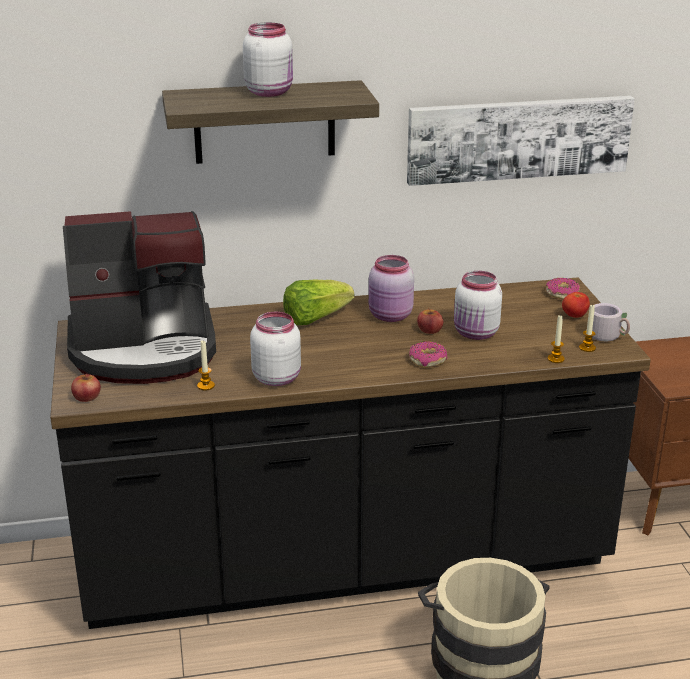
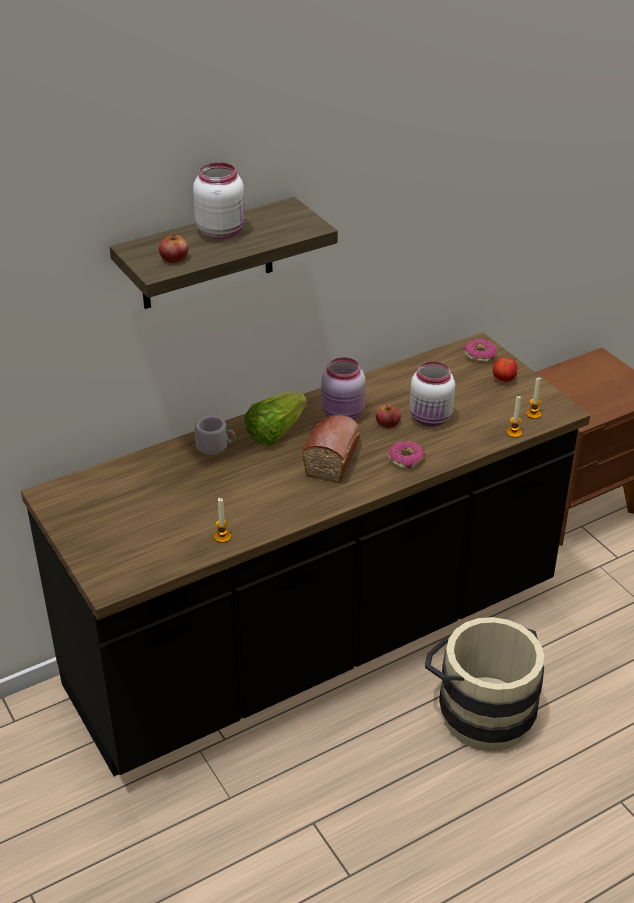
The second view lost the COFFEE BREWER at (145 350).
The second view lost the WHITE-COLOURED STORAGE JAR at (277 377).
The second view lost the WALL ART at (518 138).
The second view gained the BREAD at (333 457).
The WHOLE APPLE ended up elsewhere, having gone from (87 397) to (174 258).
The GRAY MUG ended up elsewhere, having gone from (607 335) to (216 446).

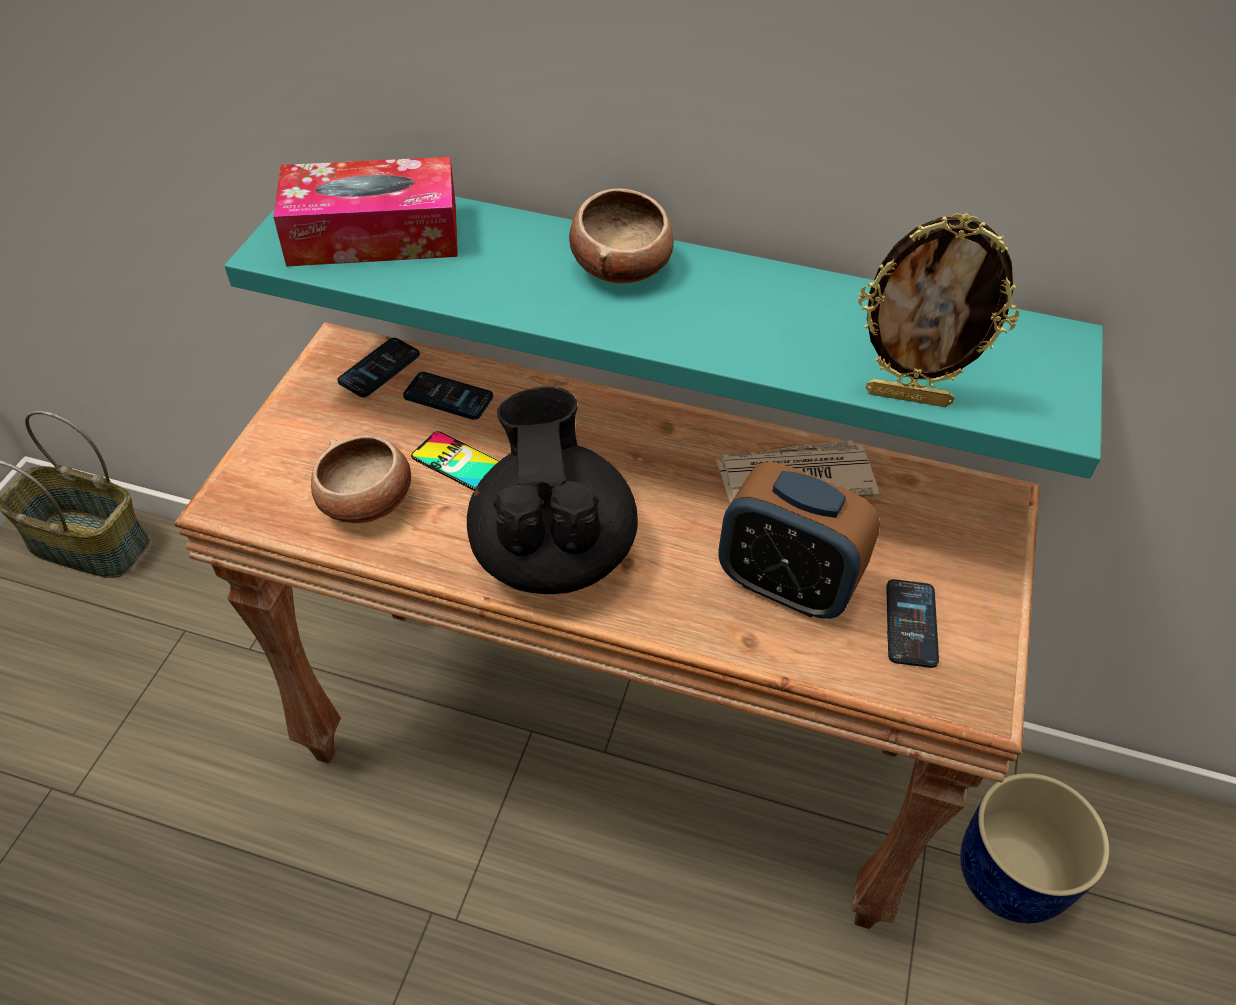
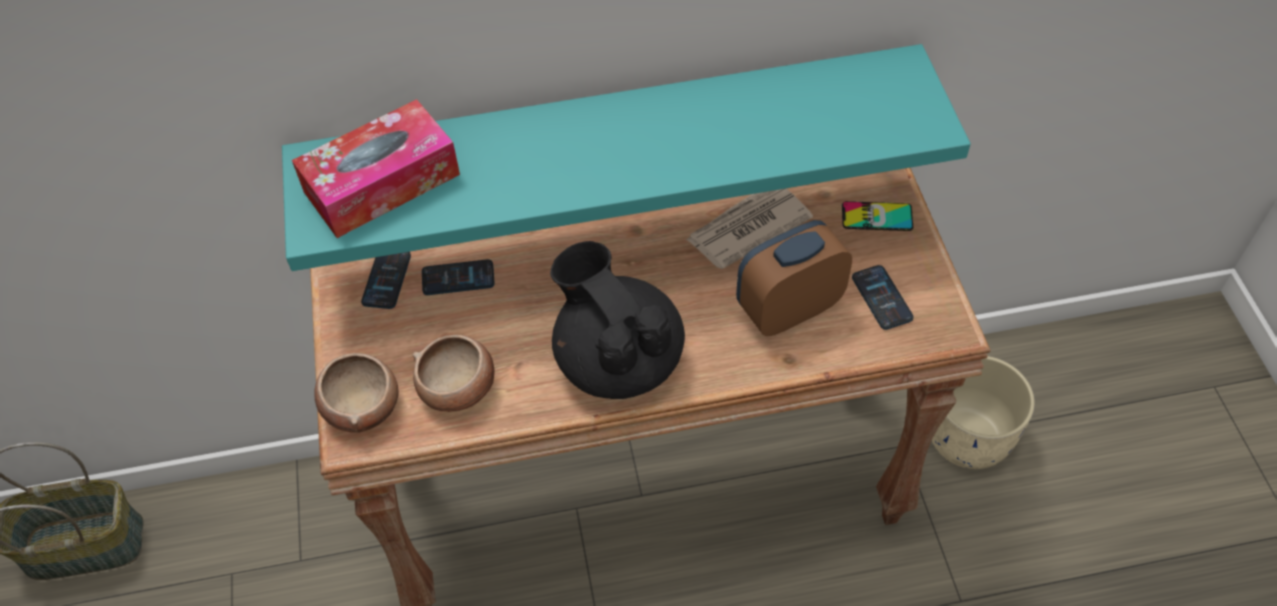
The second view lost the STANDING FRAME at (908 396).
The PHONE ended up elsewhere, having gone from (458 462) to (877 217).
The SERVING BOWL ended up elsewhere, having gone from (621 265) to (362 405).
What was the BLUE-COLOURED PLANTER at (1012 875) turned into the BEIGE-COLOURED PLANTER at (969 437).
The BEDSIDE CLOCK at (786 584) ended up facing another way, 150 degrees clockwise from before.

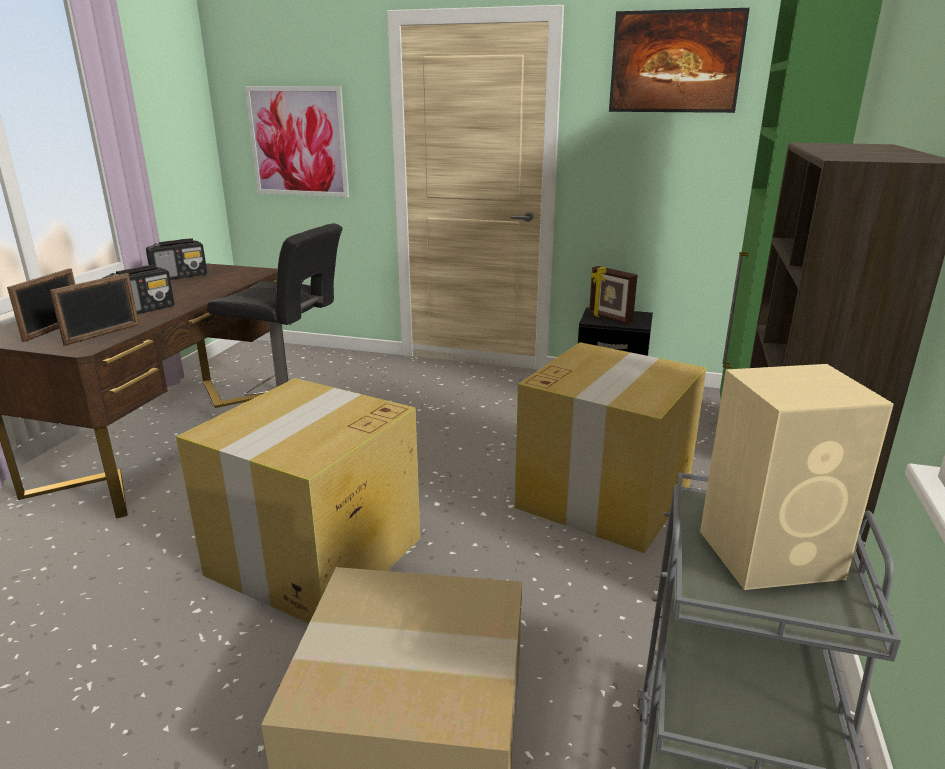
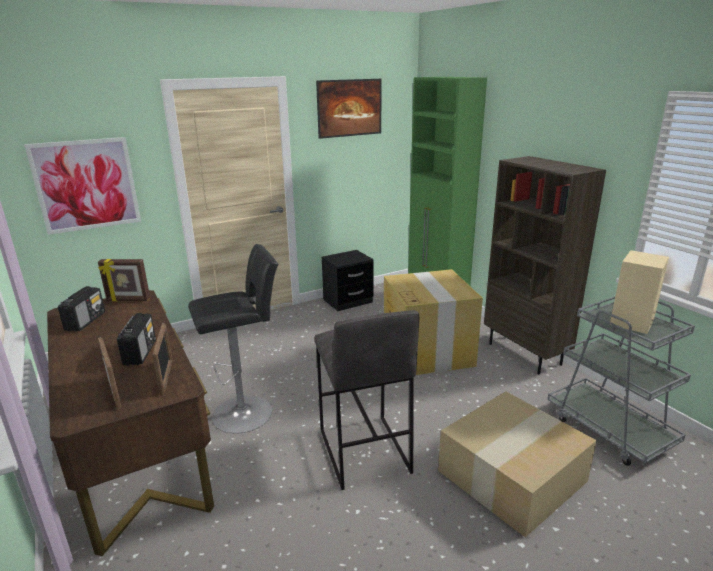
The STANDING FRAME ended up elsewhere, having gone from (609 319) to (128 300).
Where the CARDBOARD BOX stood at (314 557), the GRAY STOOL SEAT came to stand at (363 451).

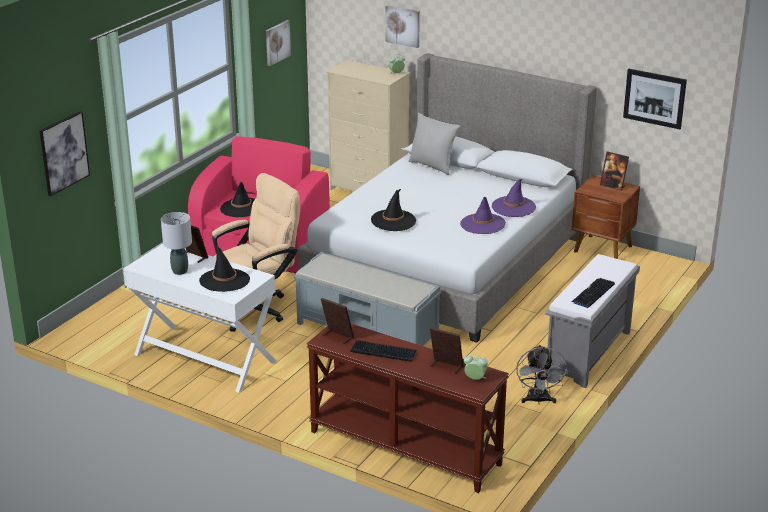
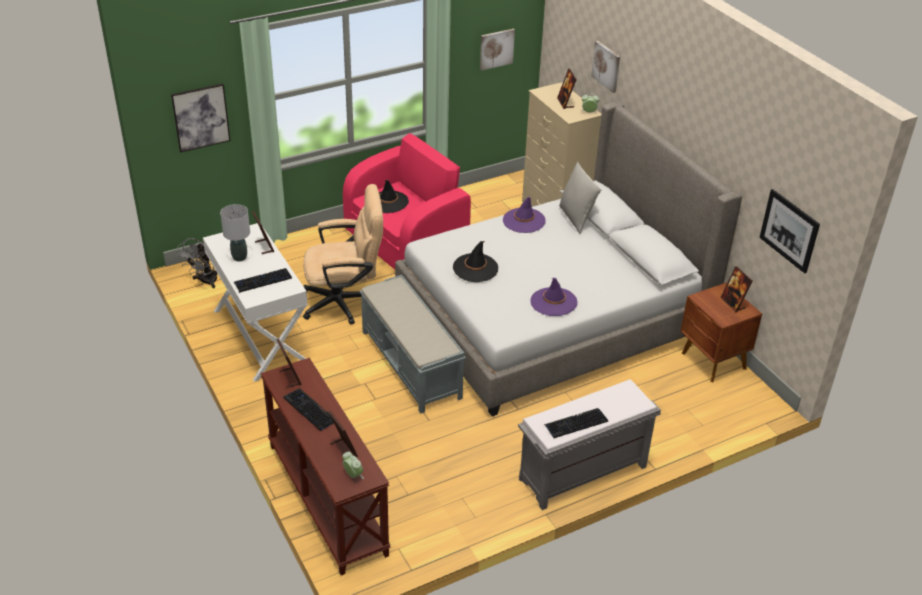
The second view gained the STANDING FRAME at (565 103).
The PURPLISH WEARABLE HAT ended up elsewhere, having gone from (513 207) to (524 221).
The GRAY ELECTRIC FAN ended up elsewhere, having gone from (538 400) to (205 282).
Where the BLACK WEARABLE HAT stood at (224 280), the PC KEYBOARD came to stand at (262 281).

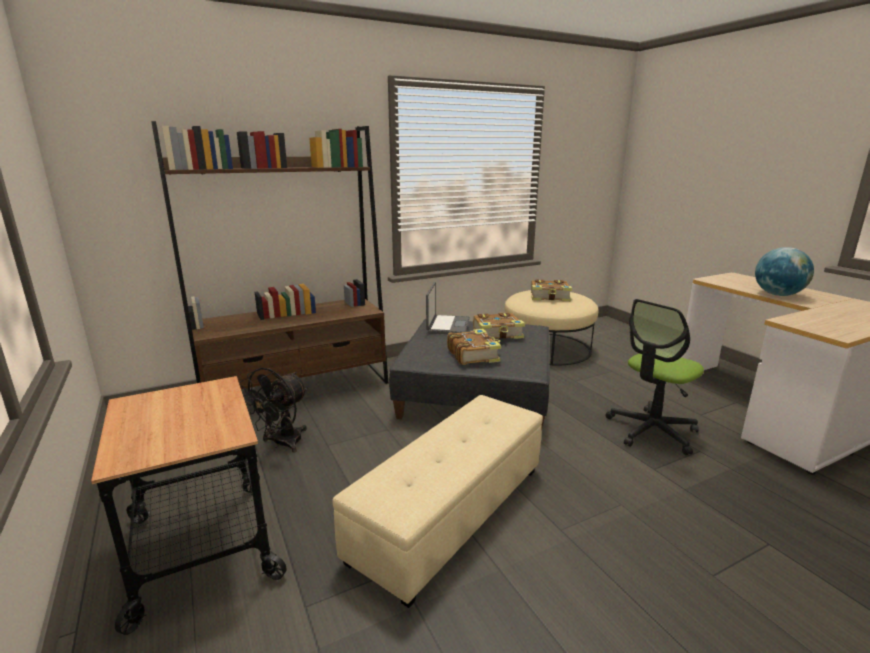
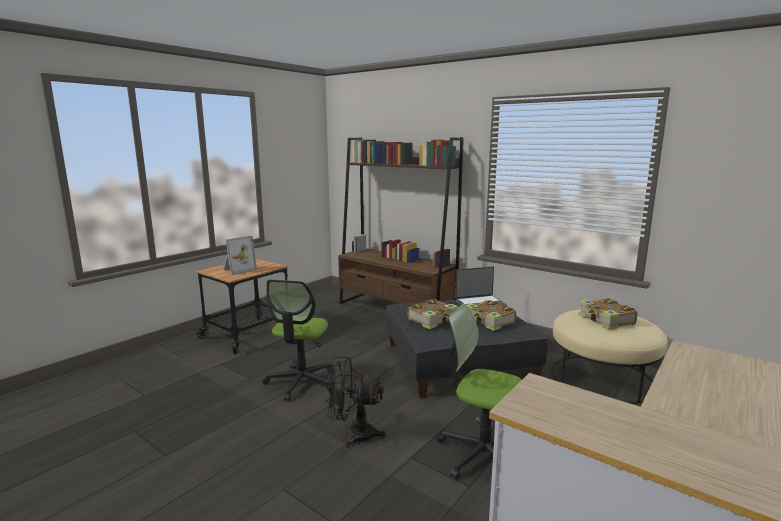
The second view lost the WORLD GLOBE at (778 295).
The second view gained the STANDING FRAME at (238 269).
The BLACK ELECTRIC FAN ended up elsewhere, having gone from (282 444) to (353 434).
Where the BEIGE-COLOURED POUFFE stood at (451 512), the OFFICE CHAIR came to stand at (301 382).

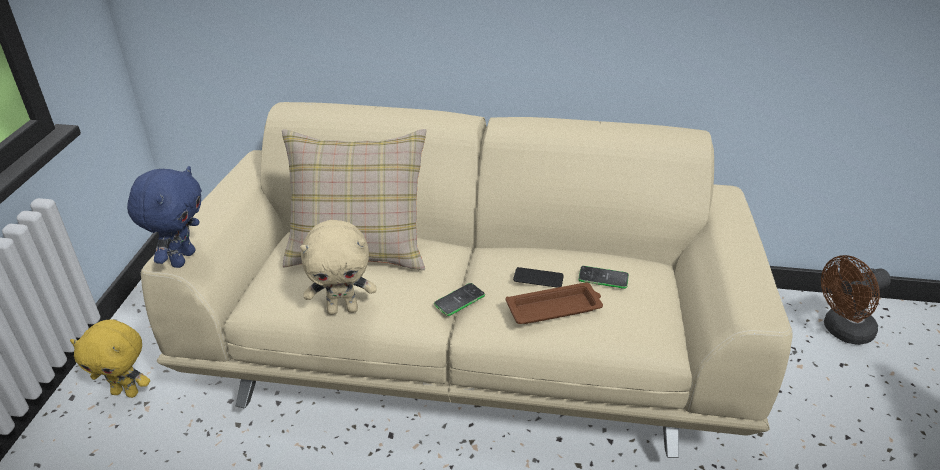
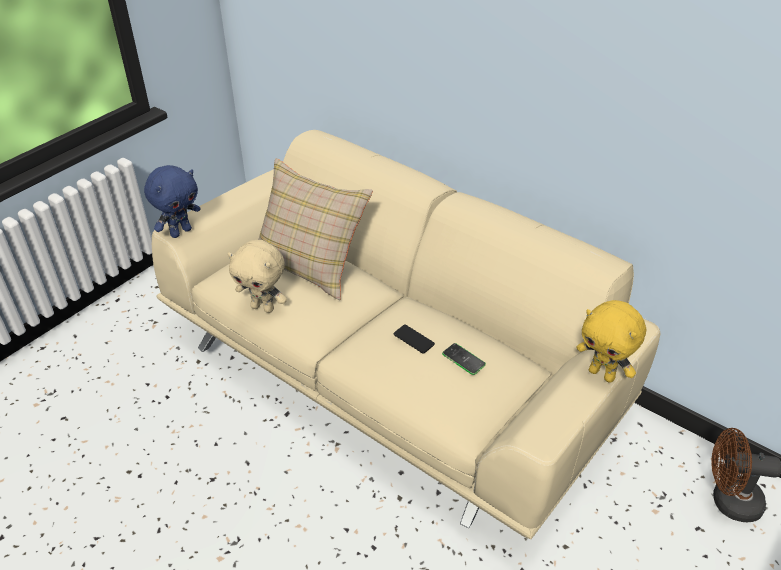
The second view lost the PHONE at (459 300).
The second view lost the BROWN-COLOURED TRAY at (555 308).
The YELLOWISH SOFT TOY ended up elsewhere, having gone from (126 392) to (602 374).

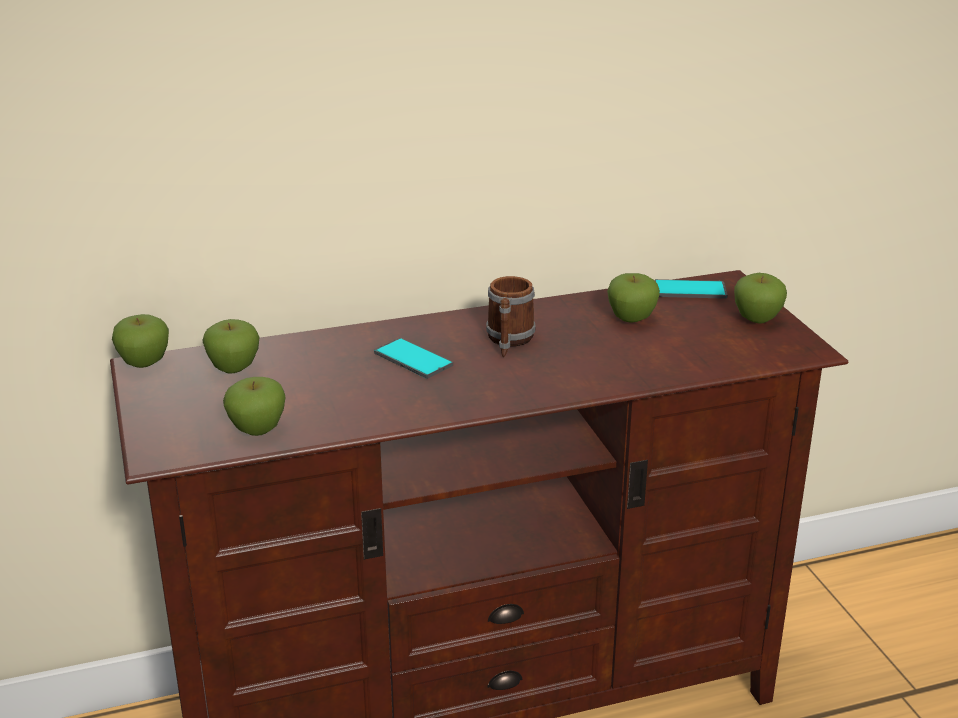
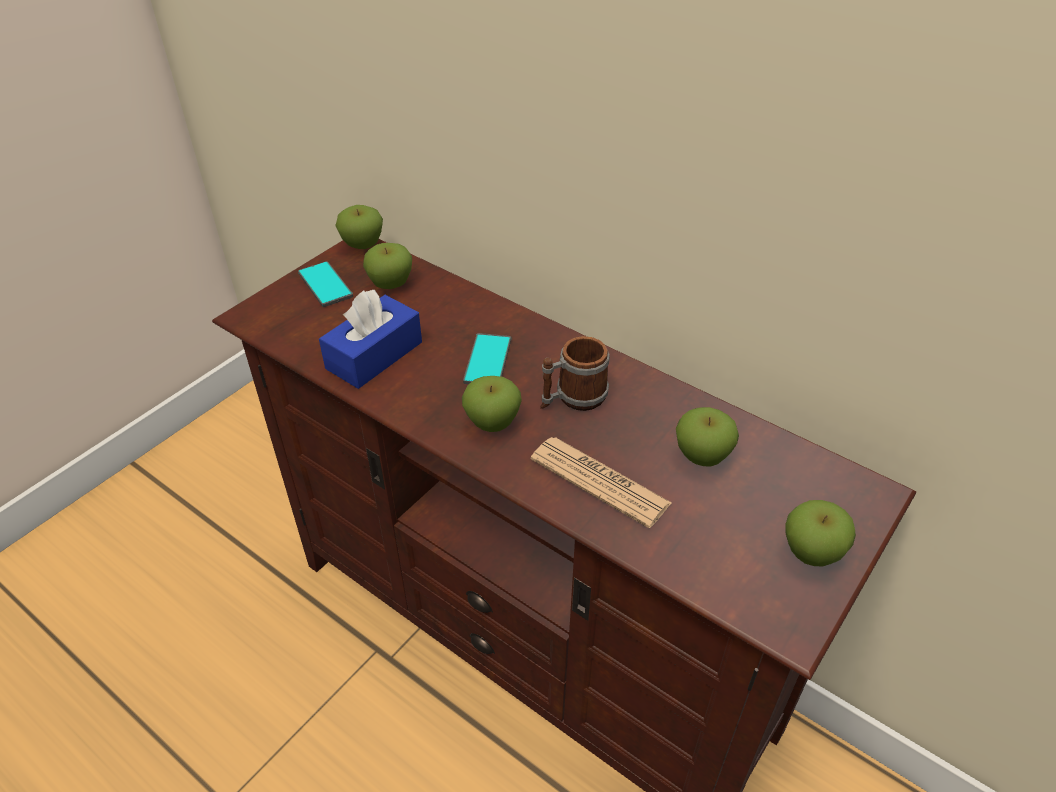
The second view gained the BLUE-COLOURED TISSUE HOLDER at (374 355).
The second view gained the PRINTED PAPER at (599 481).
The WHOLE APPLE ended up elsewhere, having gone from (257 430) to (492 423).
The PHONE ended up elsewhere, having gone from (690 290) to (325 285).

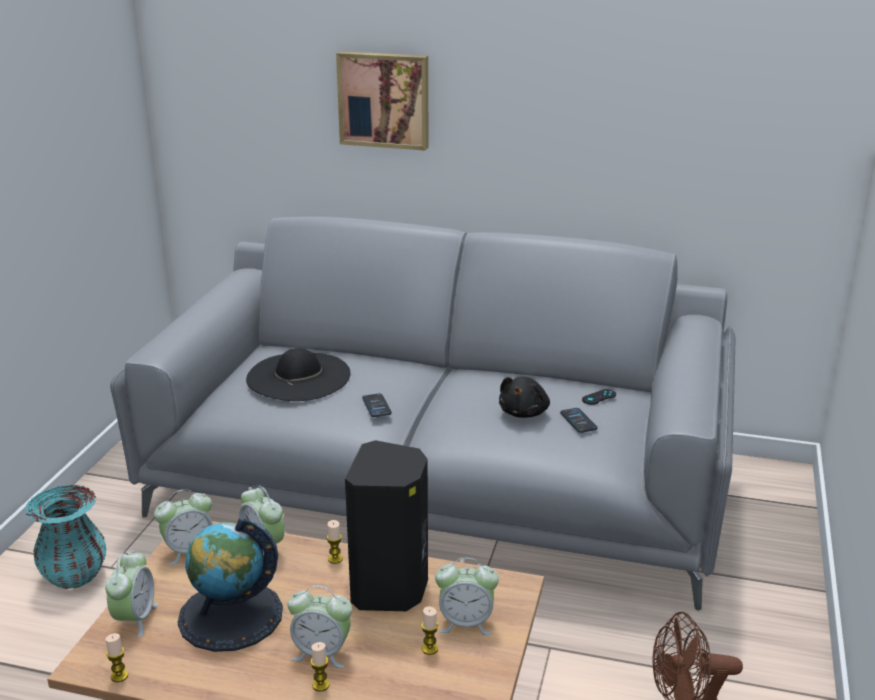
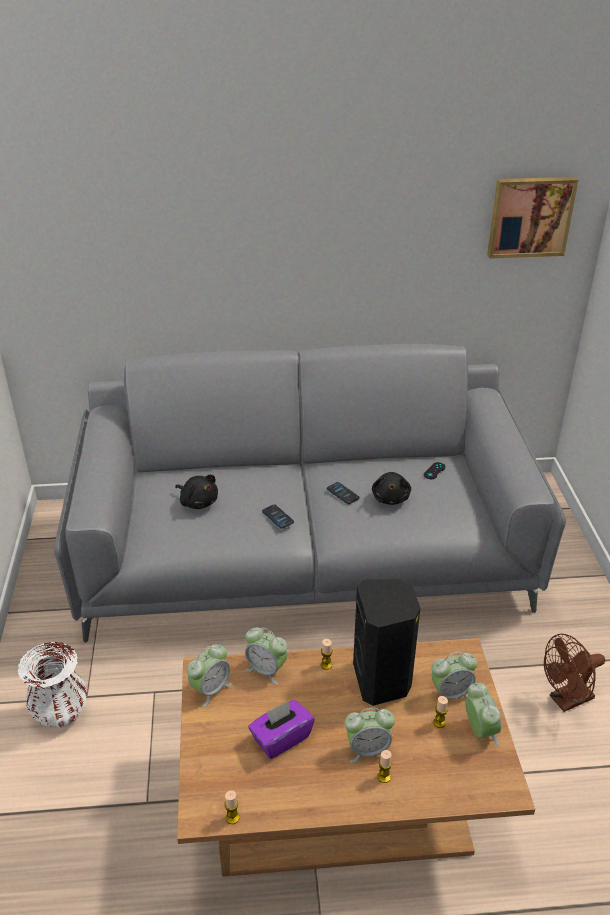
The BEDSIDE CLOCK ended up elsewhere, having gone from (135 619) to (479 730).
The WALL ART ended up elsewhere, having gone from (384 99) to (530 216).
The PHONE ended up elsewhere, having gone from (578 421) to (343 493).
Where the WORLD GLOBE stood at (230 616), the PURPLISH TISSUE HOLDER came to stand at (281 738).
Where the BLACK WEARABLE HAT stood at (298 376), the BLACK SOFT TOY came to stand at (198 502).
What was the TURQUOISE-COLOURED FLOWER VASE at (74 576) turned into the WHITE-COLOURED FLOWER VASE at (60 713).

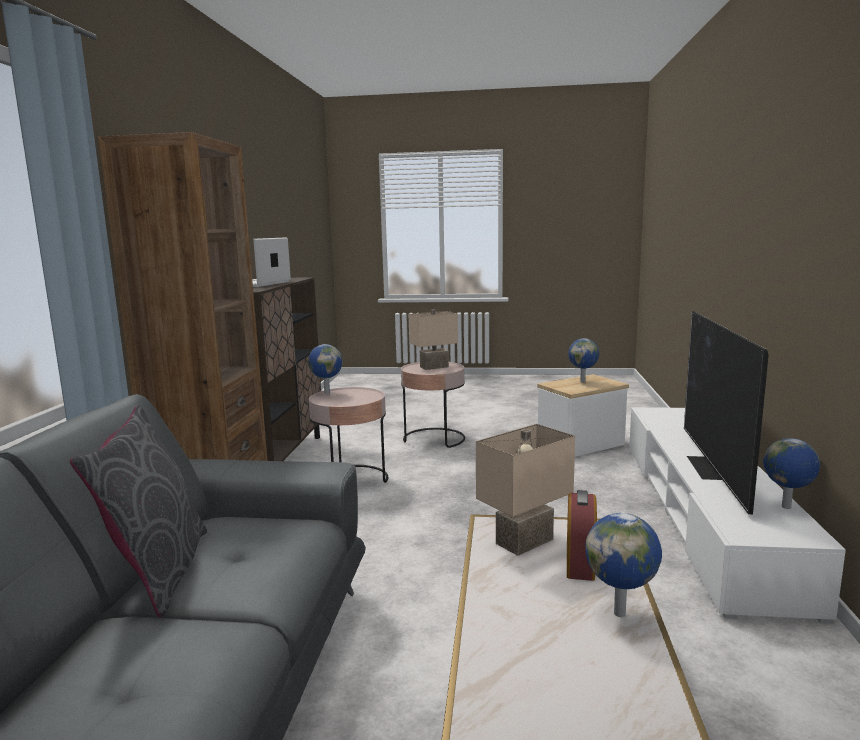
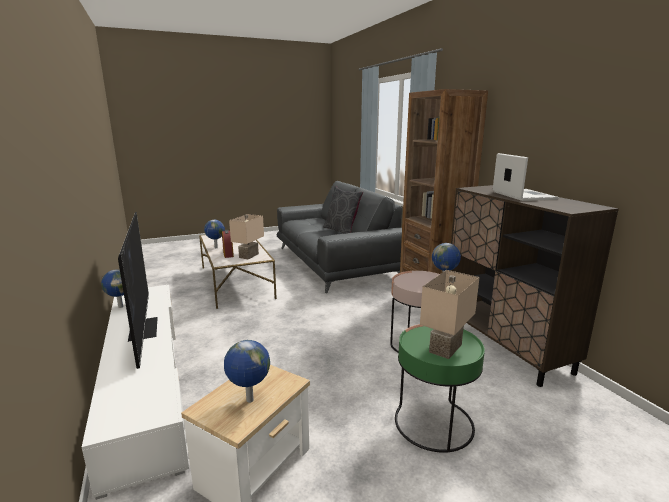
What was the PINK SIDE TABLE at (434 439) turned into the GREEN SIDE TABLE at (433 423).

